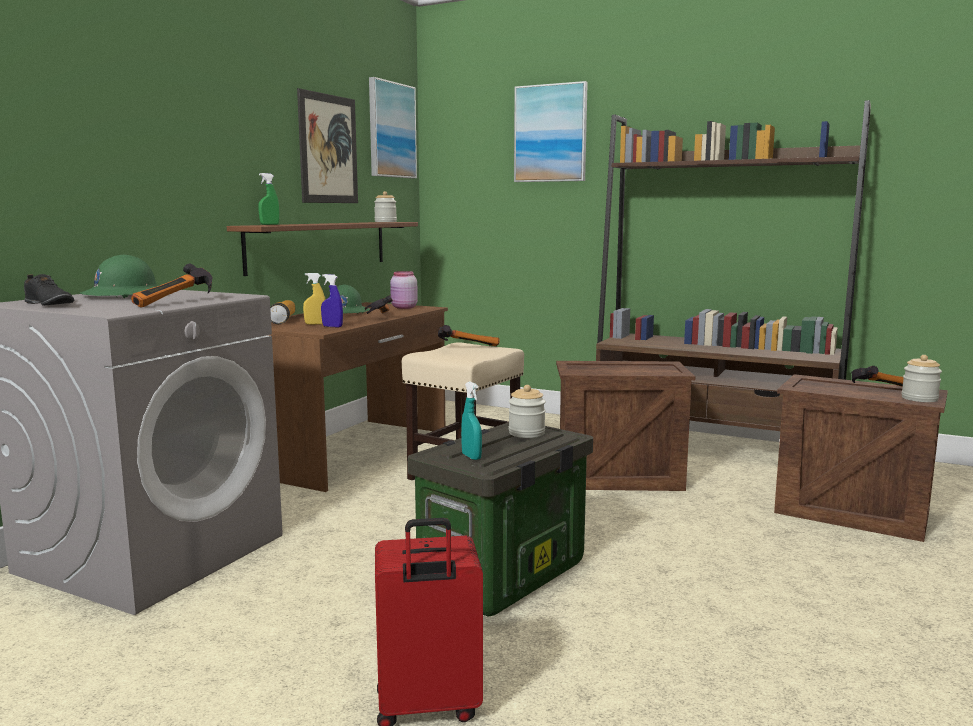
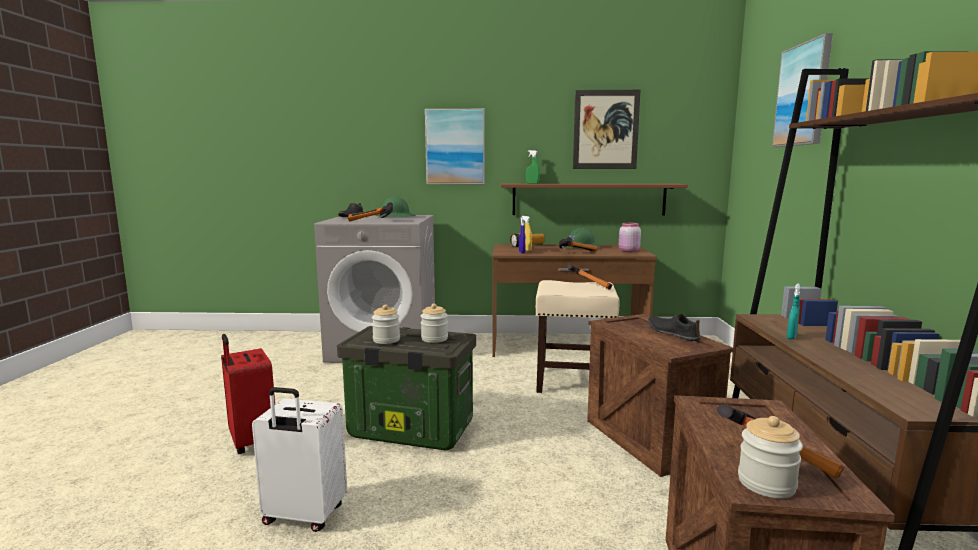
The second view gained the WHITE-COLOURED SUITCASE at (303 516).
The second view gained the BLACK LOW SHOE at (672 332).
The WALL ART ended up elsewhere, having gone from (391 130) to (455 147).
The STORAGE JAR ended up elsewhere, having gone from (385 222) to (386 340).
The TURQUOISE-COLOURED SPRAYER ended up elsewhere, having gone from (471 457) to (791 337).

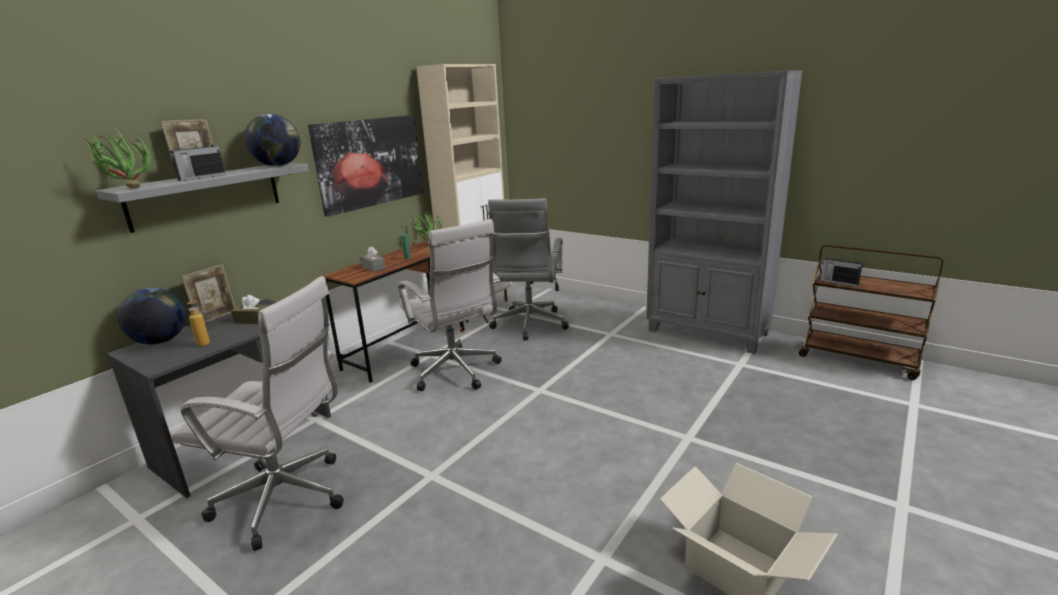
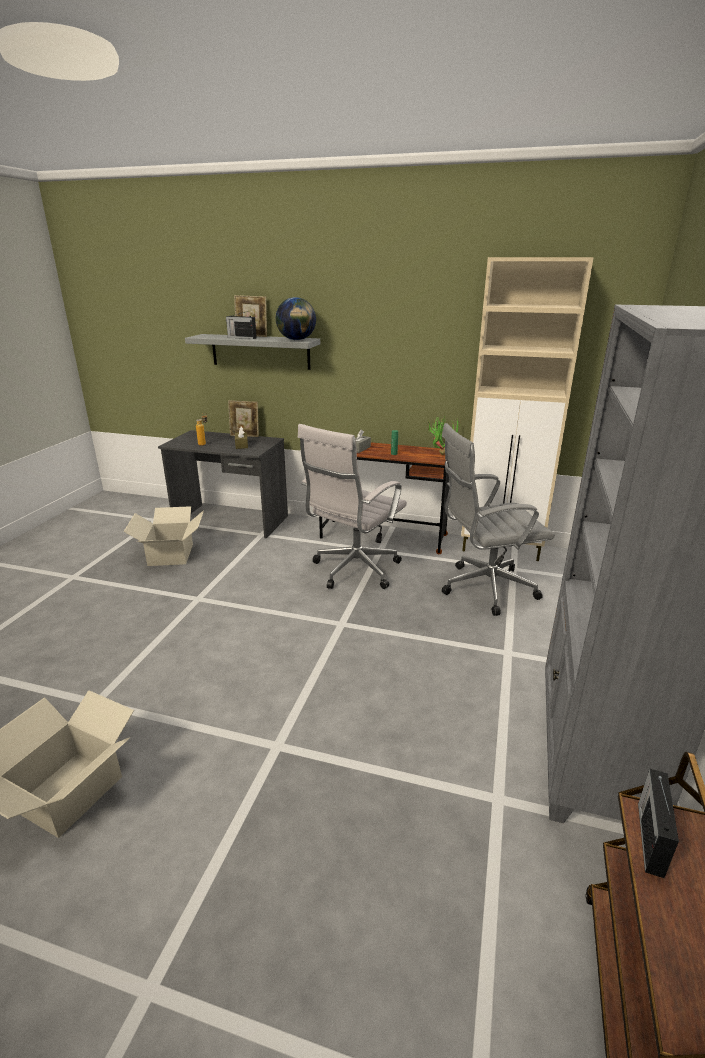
The second view lost the HOUSEPLANT at (126 189).
The second view lost the WORLD GLOBE at (160 341).
The second view lost the WALL ART at (369 162).
Where the WHITE-COLOURED OFFICE CHAIR stood at (288 500), the CARDBOARD BOX came to stand at (170 554).

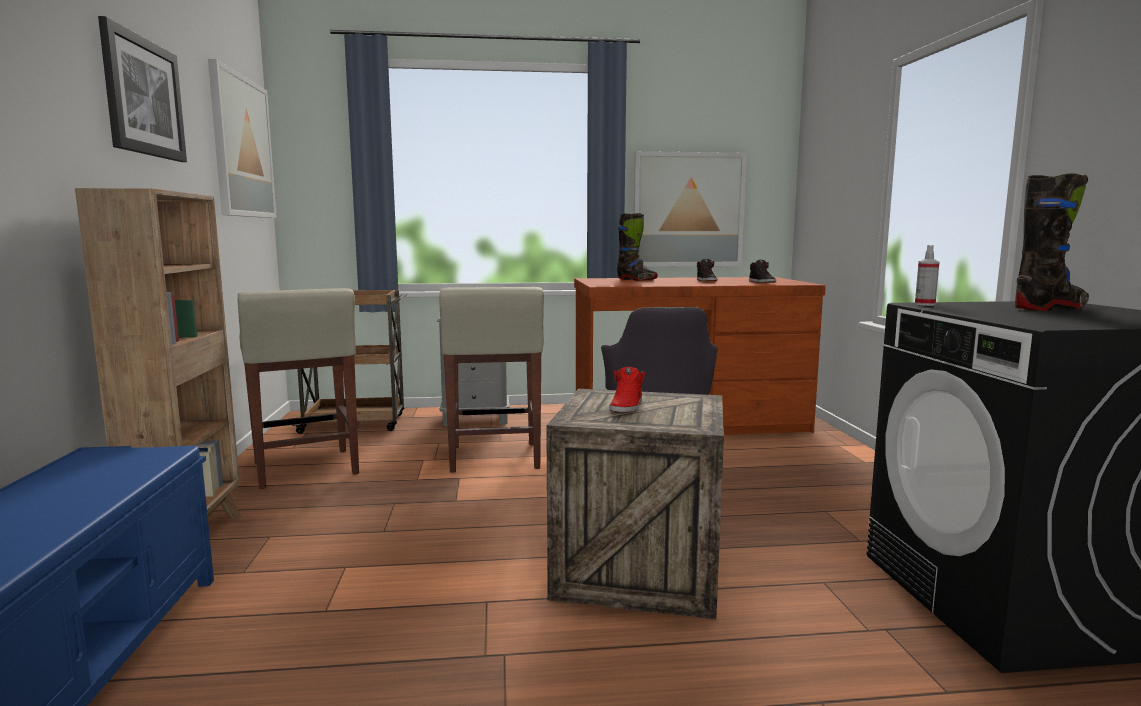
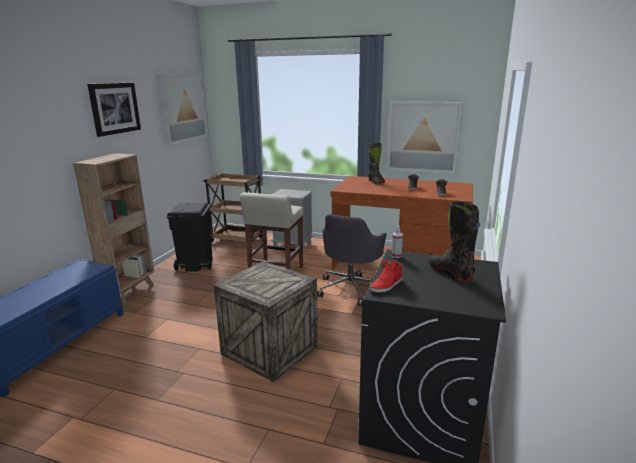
The RED LOW SHOE ended up elsewhere, having gone from (627 407) to (386 285).
Where the BEIGE-COLOURED STOOL SEAT stood at (305 469), the BLACK WASTE BIN came to stand at (195 264).
The BLACK BOOT at (1050 308) ended up facing another way, 120 degrees counterclockwise from before.

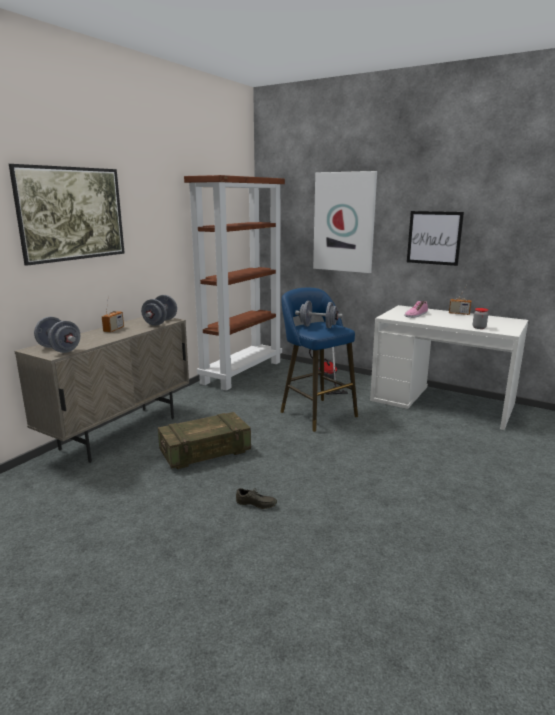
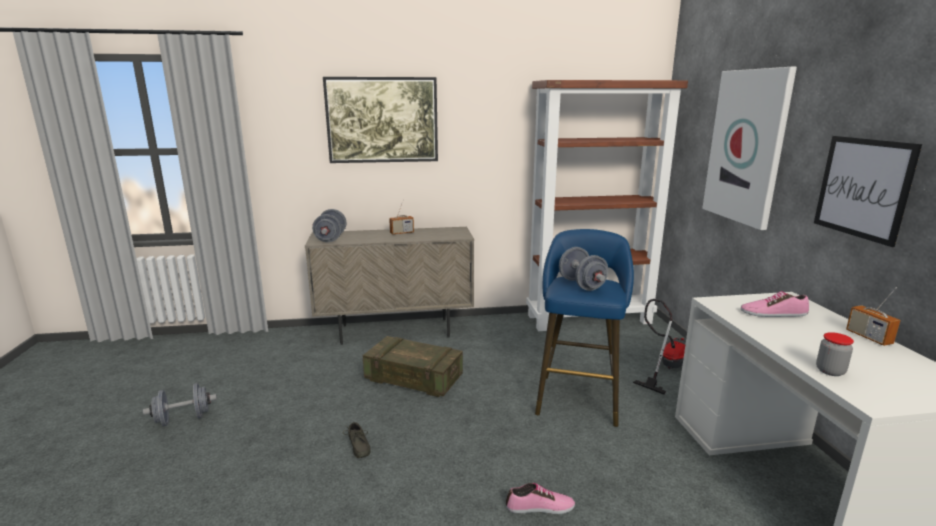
The second view gained the LOW SHOE at (540 507).
The GRAY FREE WEIGHT ended up elsewhere, having gone from (160 322) to (183 419).

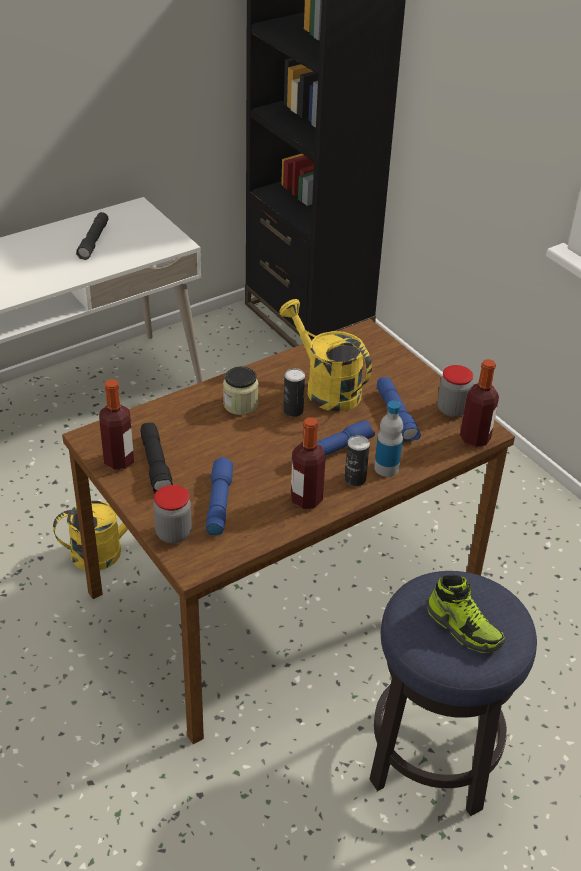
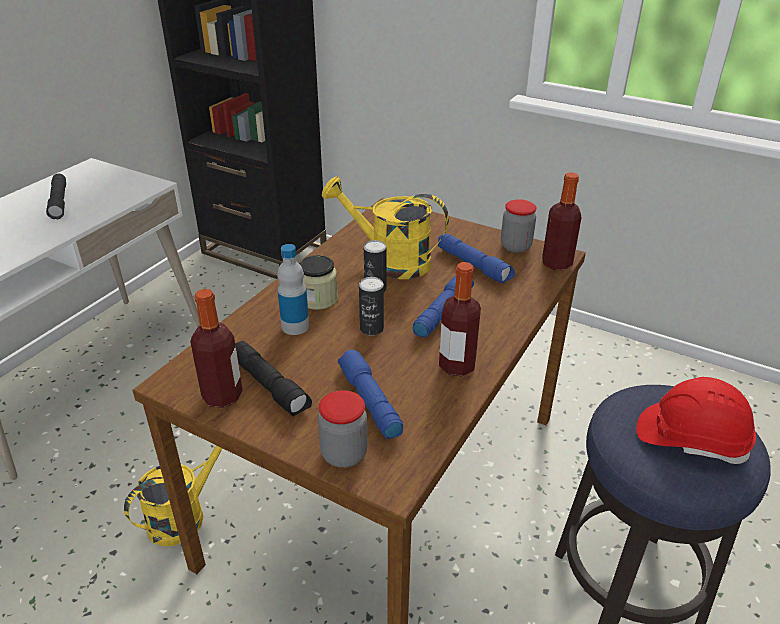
The SEALED CAN ended up elsewhere, having gone from (355 479) to (371 328).
The DRINK BOTTLE ended up elsewhere, having gone from (386 468) to (295 326).
Where the LOW SHOE stood at (464 628), the RED HARD HAT came to stand at (691 439).

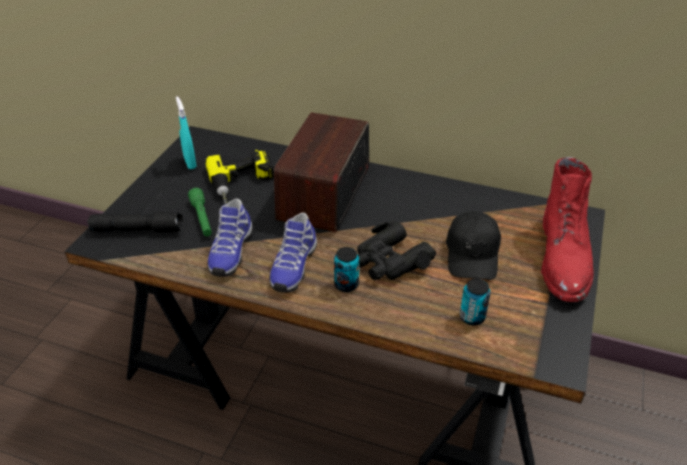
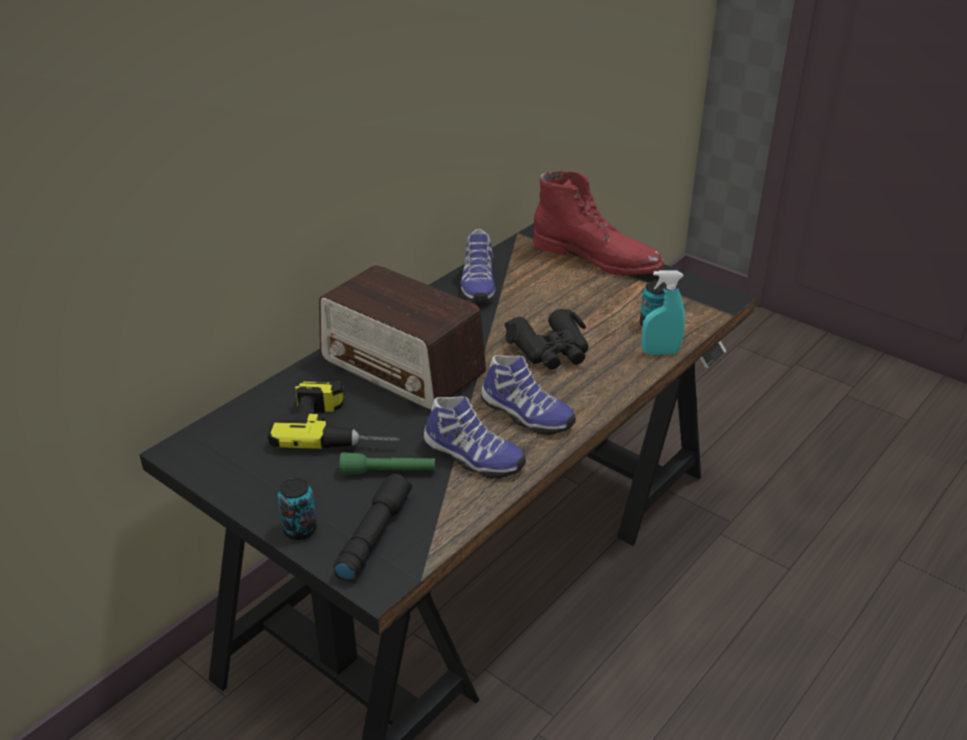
The second view lost the BLACK PEAKED CAP at (472 254).
The second view gained the LOW SHOE at (477 285).
The TURQUOISE-COLOURED SPRAYER ended up elsewhere, having gone from (190 163) to (660 352).
The SEALED CAN ended up elsewhere, having gone from (346 284) to (300 530).

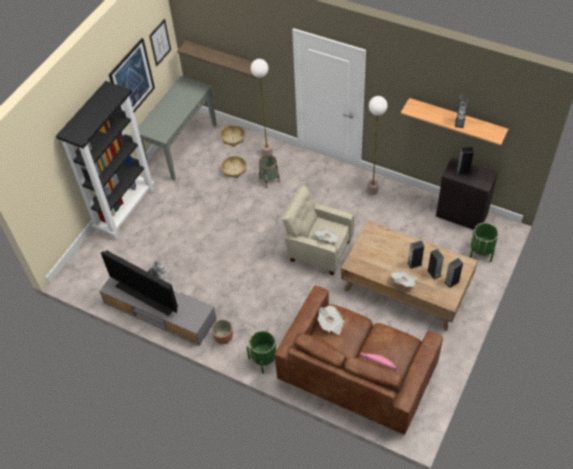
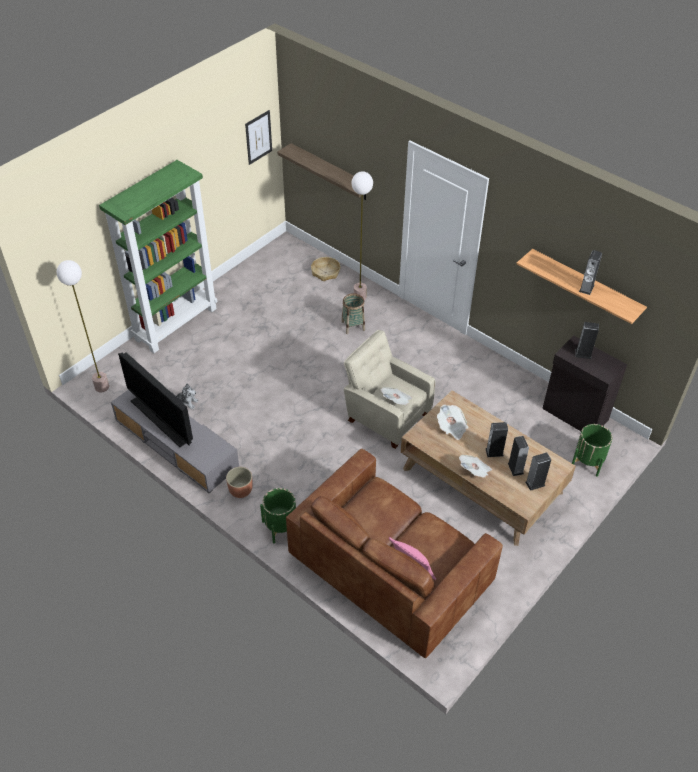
The second view lost the WALL ART at (132 81).
The second view lost the GRAY CONSOLE TABLE at (181 146).
The second view lost the STORAGE BASKET at (234 169).
The PRINTED PAPER ended up elsewhere, having gone from (331 324) to (452 427).
The STANDING LAMP ended up elsewhere, having gone from (372 191) to (102 387).
What was the BLACK SHELVING UNIT at (125 209) turned into the GREEN SHELVING UNIT at (176 323).

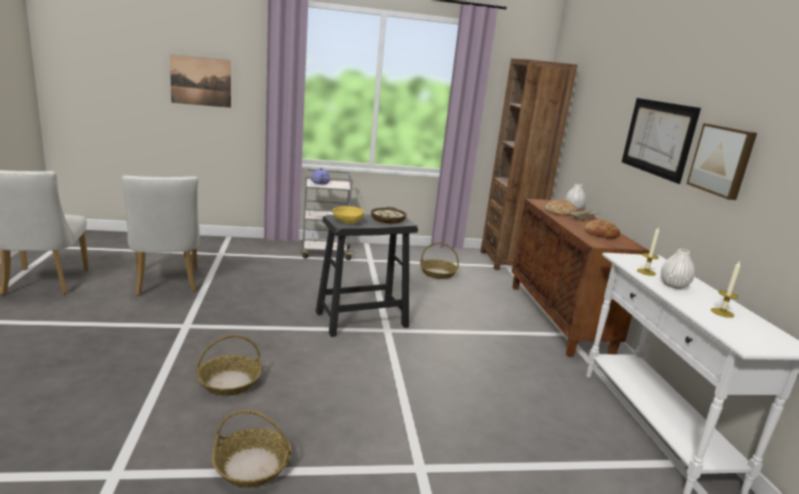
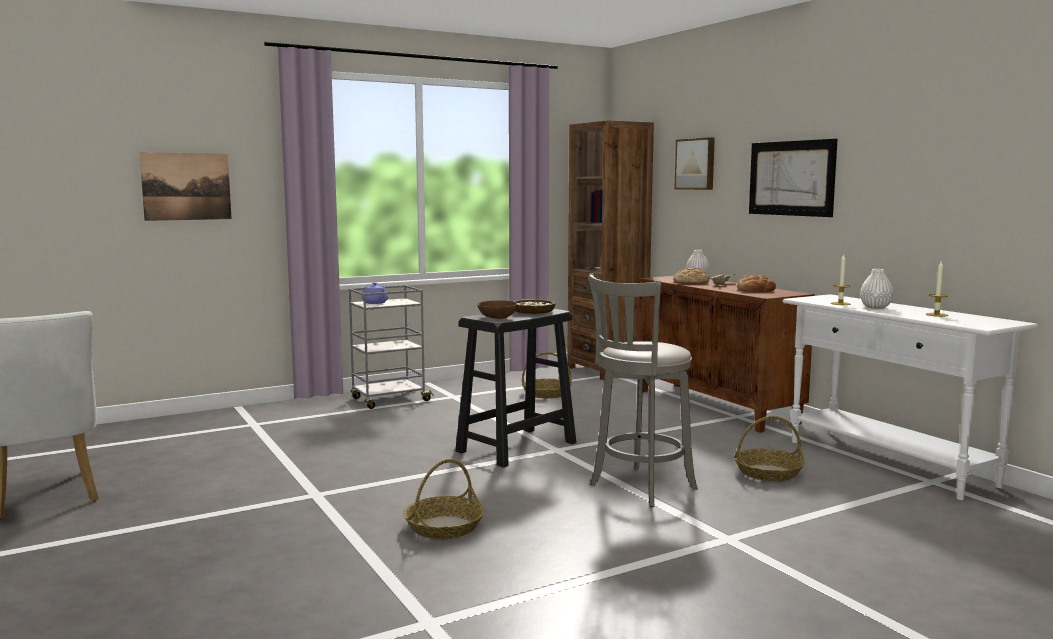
The second view lost the WHITE-COLOURED PLAIN CHAIR at (166 283).
The second view gained the GRAY STOOL SEAT at (639 488).
The STORAGE BASKET ended up elsewhere, having gone from (251 466) to (767 473).
The WALL ART ended up elsewhere, having gone from (722 160) to (696 164).
What was the YELLOWISH SERVING BOWL at (347 221) turned into the BROWN-COLOURED SERVING BOWL at (497 318).

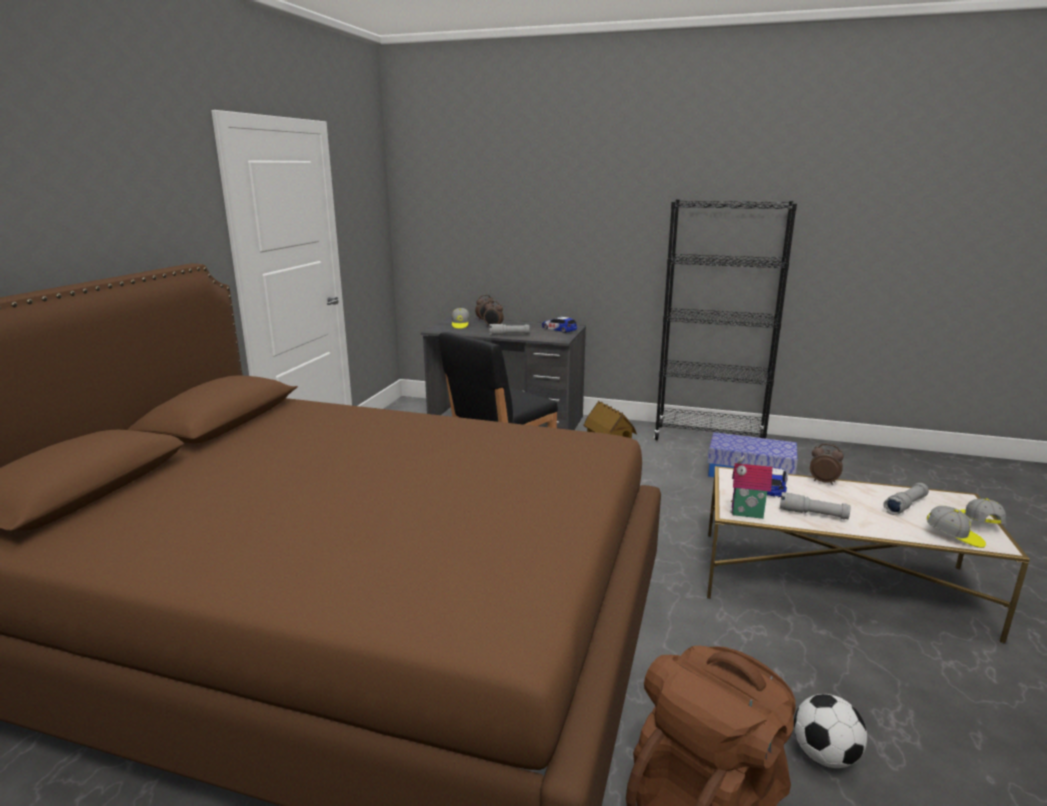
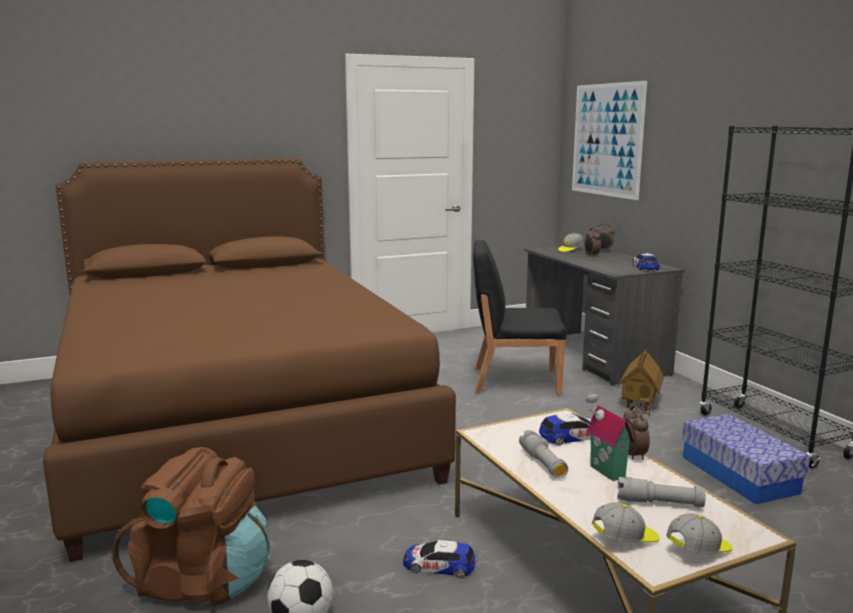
The second view lost the GRAY FLASHLIGHT at (509 335).
The second view gained the TOY CAR at (439 565).
The second view gained the WALL ART at (607 140).
The MODEL HOUSE ended up elsewhere, having gone from (747 514) to (605 472).
The PEAKED CAP at (954 537) ended up facing another way, 105 degrees counterclockwise from before.

